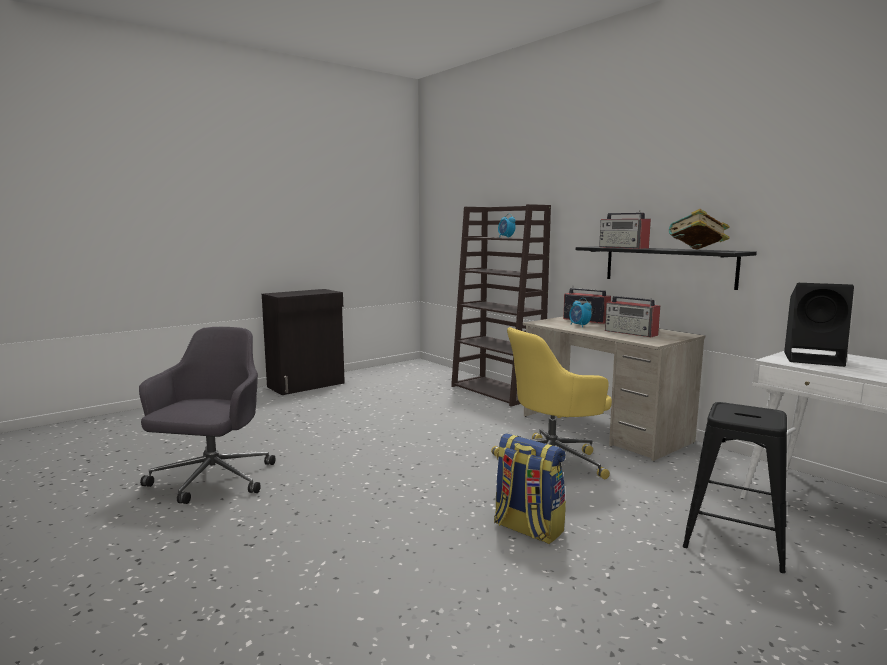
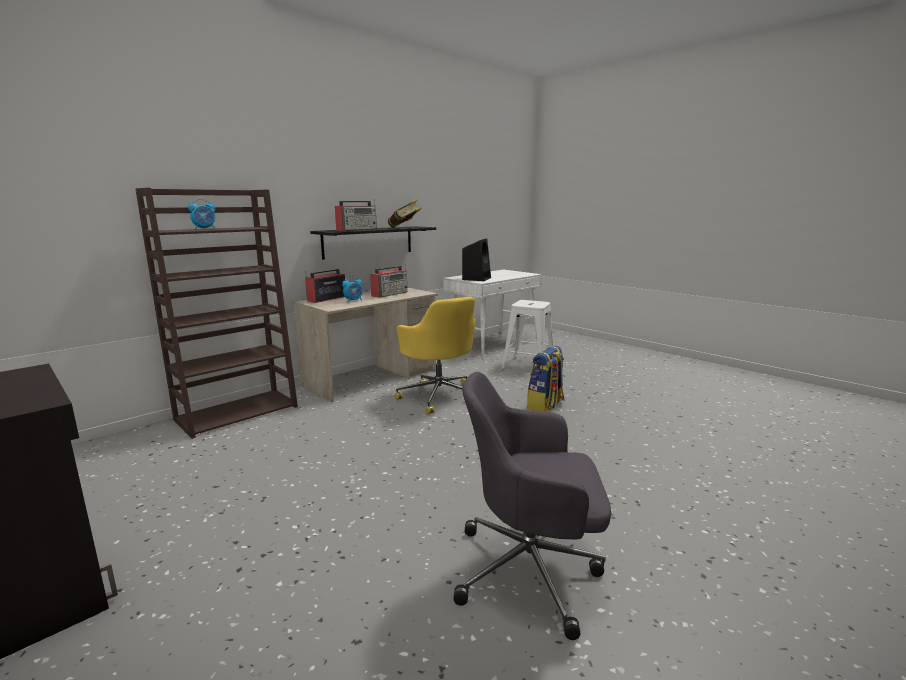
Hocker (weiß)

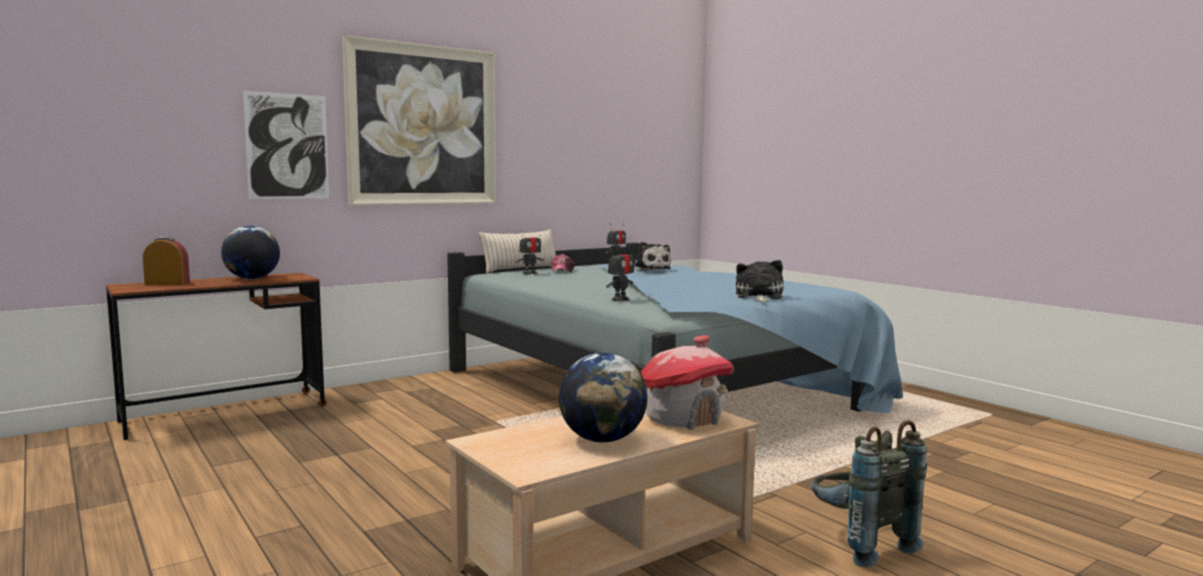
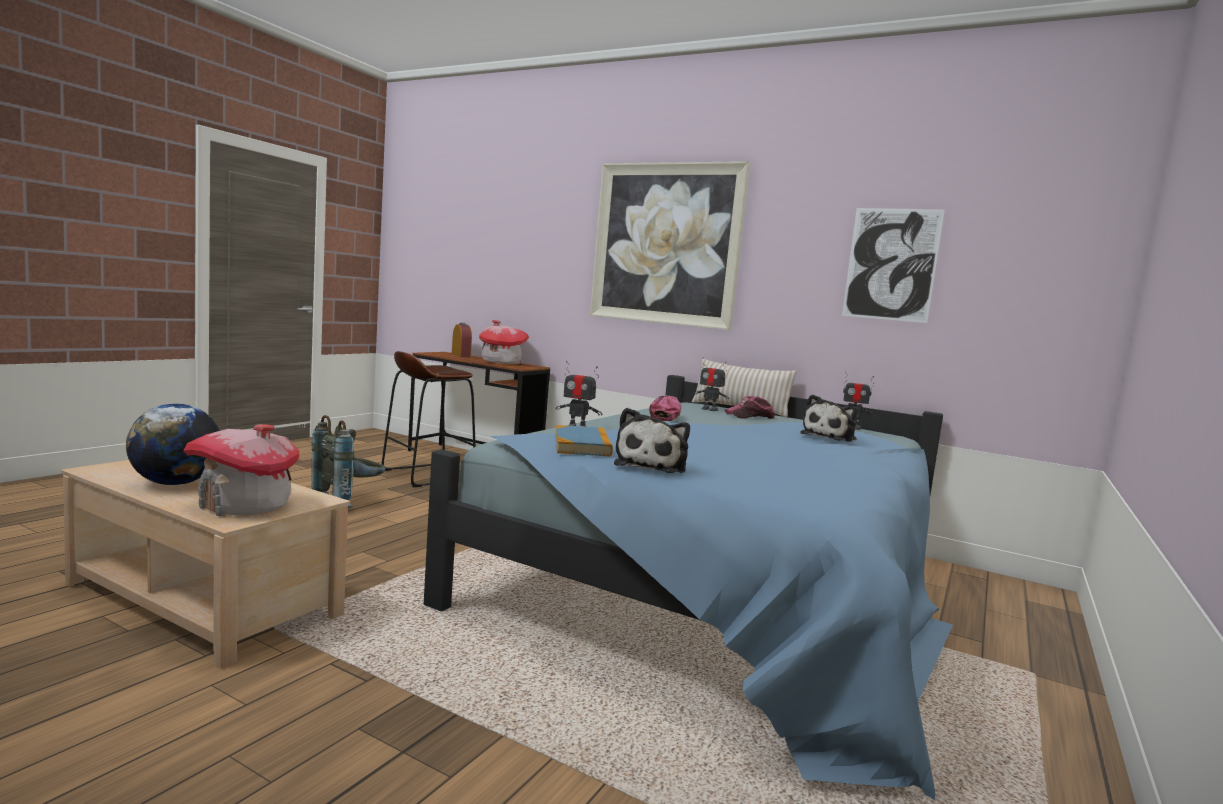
Bild (no. 2 from left)
Spielzeughaus (no. 2 from left)
Plüschtier (no. 1 from left)
Rucksack (grau)
Hocker (braun)
Kappe (no. 1 from left)
Buch

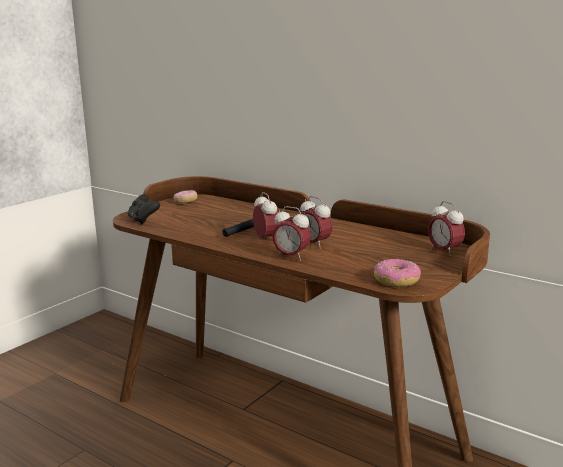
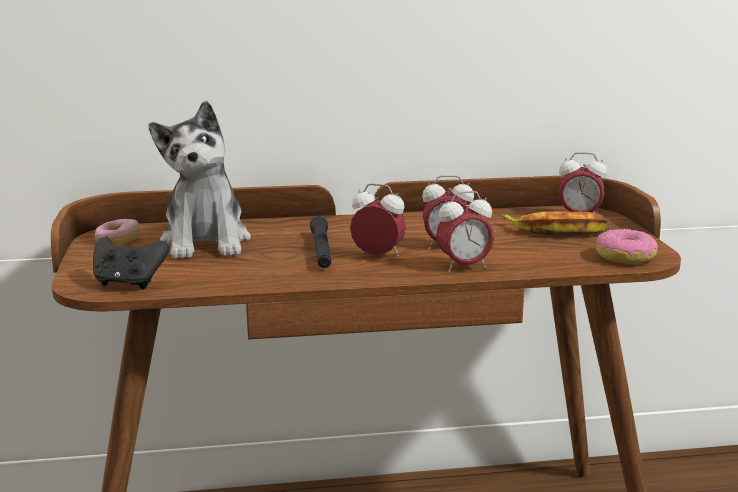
Plüschtier
Banane

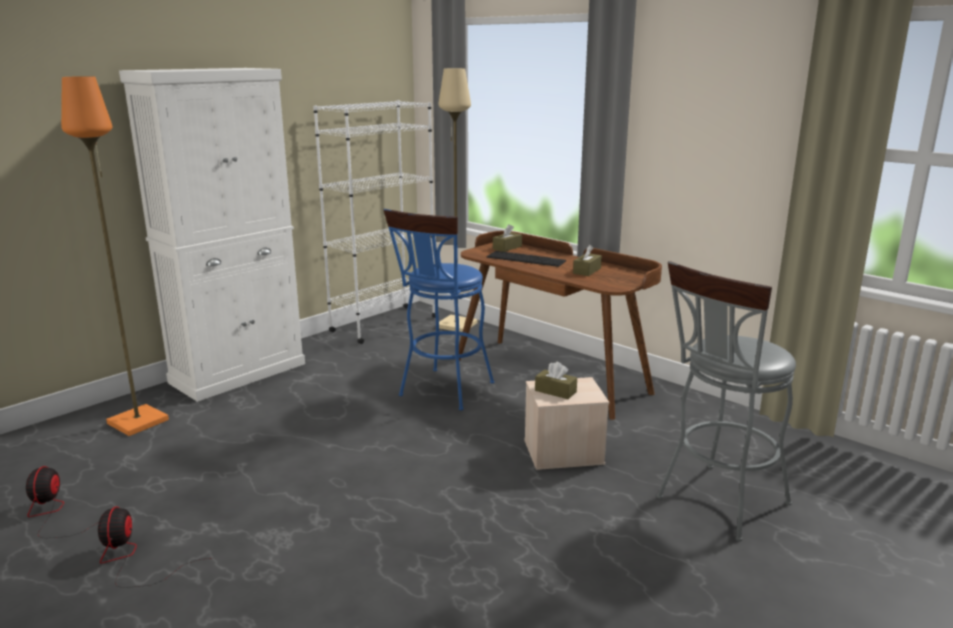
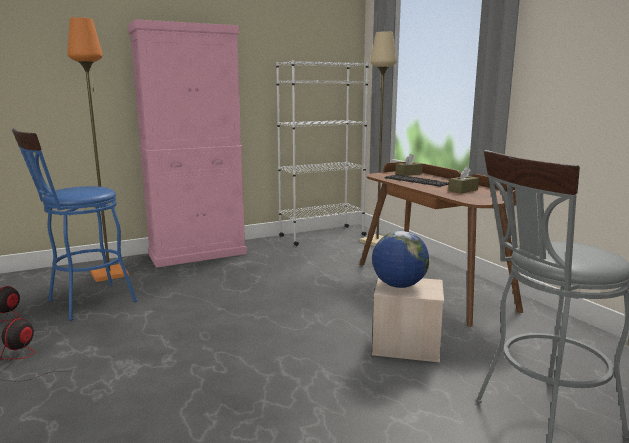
Schrank (rosa)
Hocker (blau)
Globus

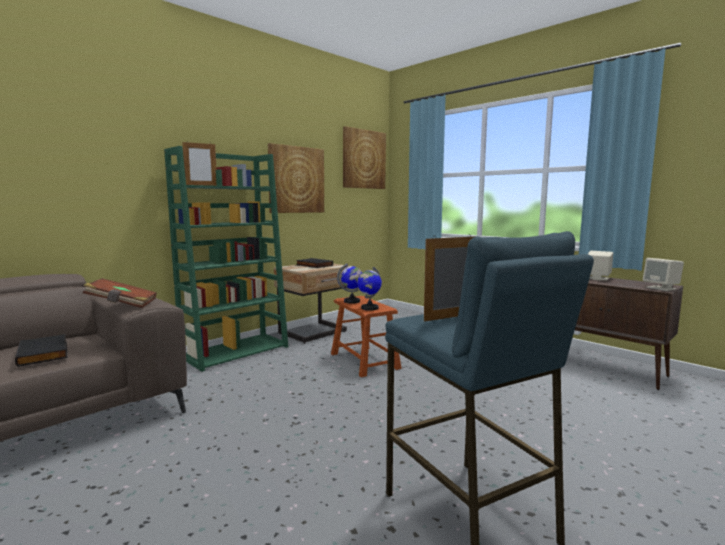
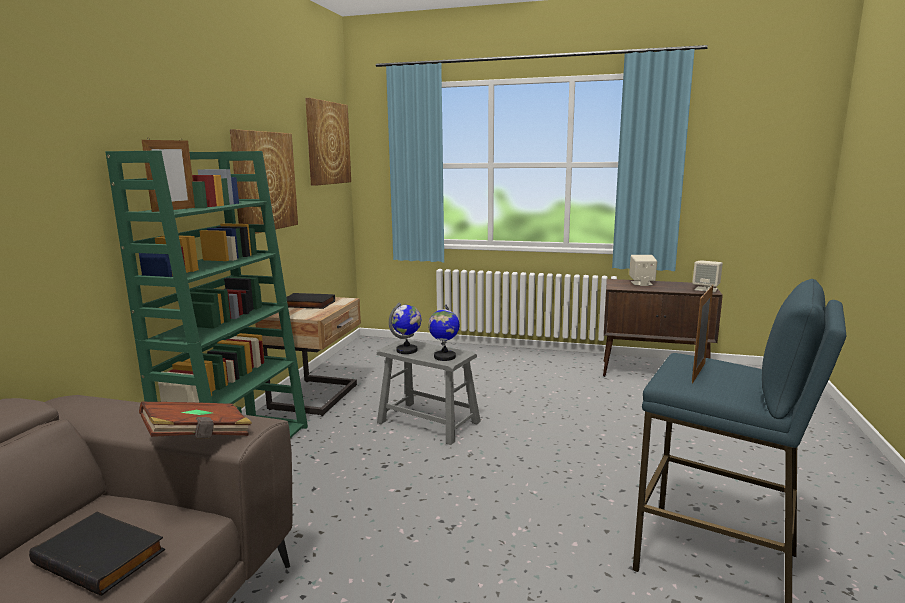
Hocker (grau)

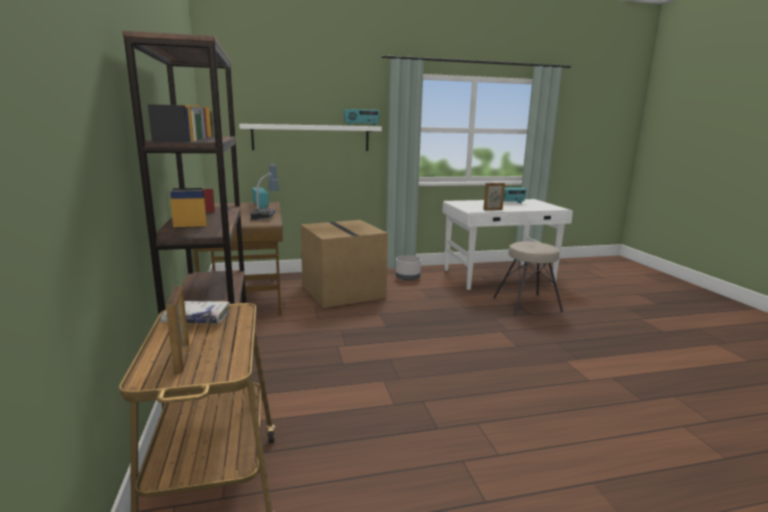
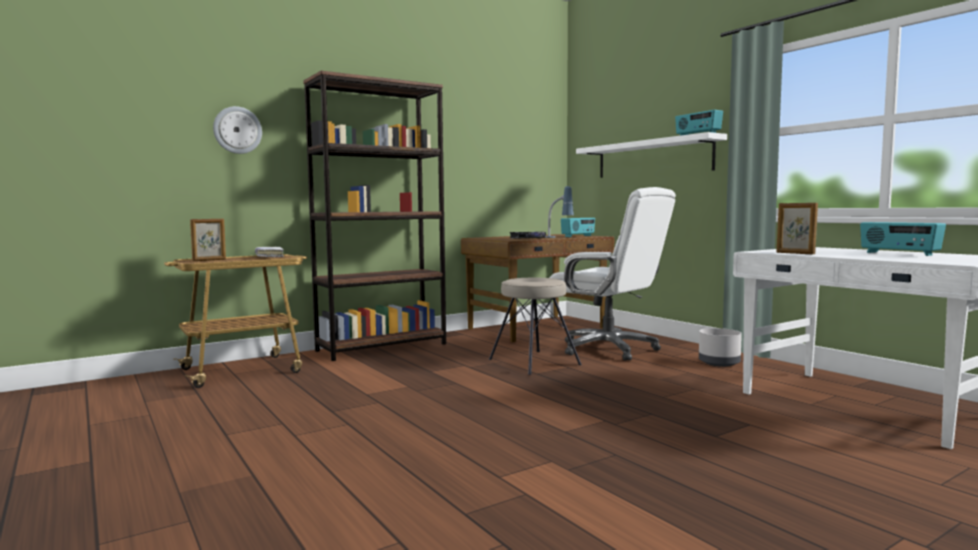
Bürostuhl (weiß)
Hocker (beige)
Wanduhr

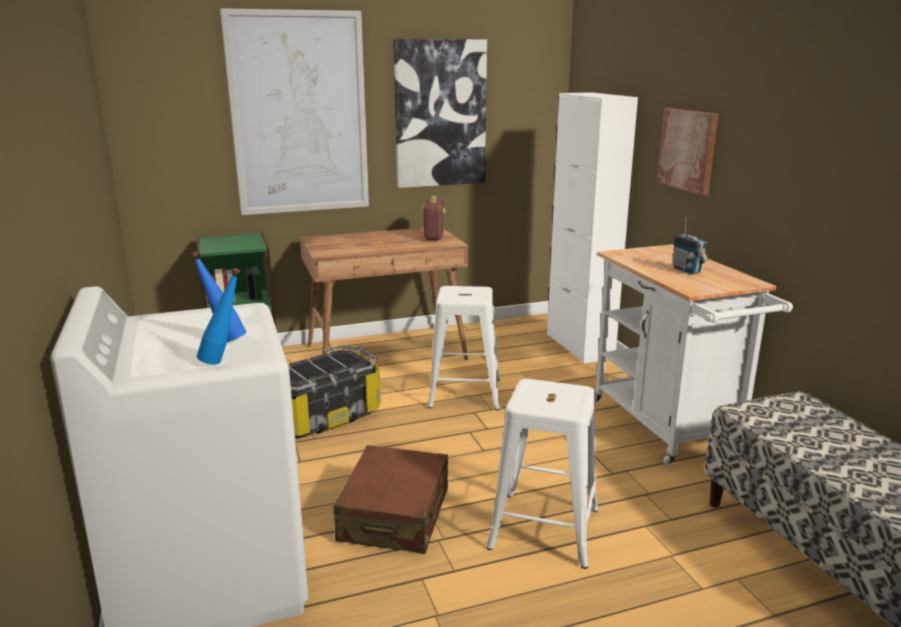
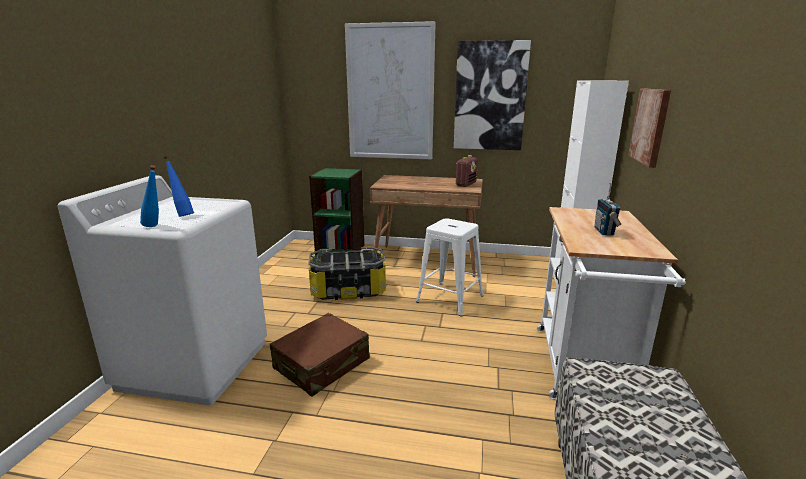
Hocker (weiß) (no. 2 from left in the first image)

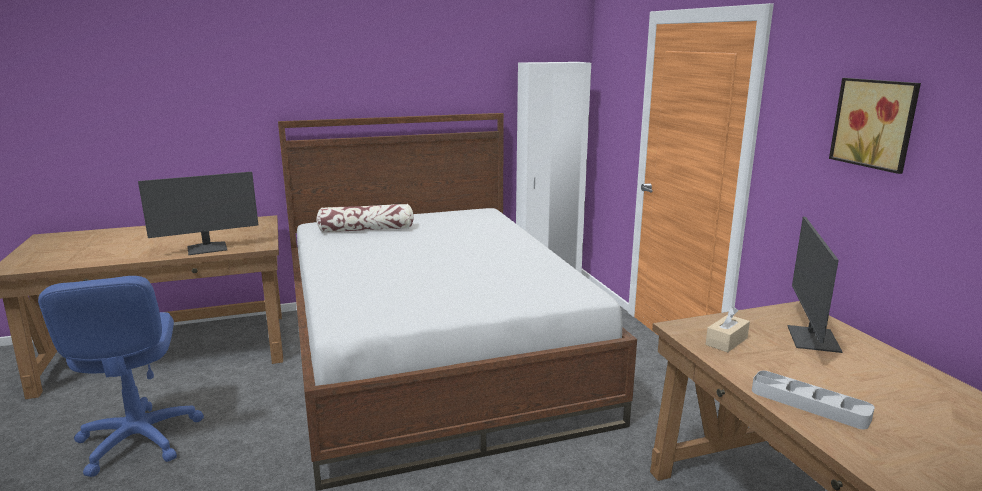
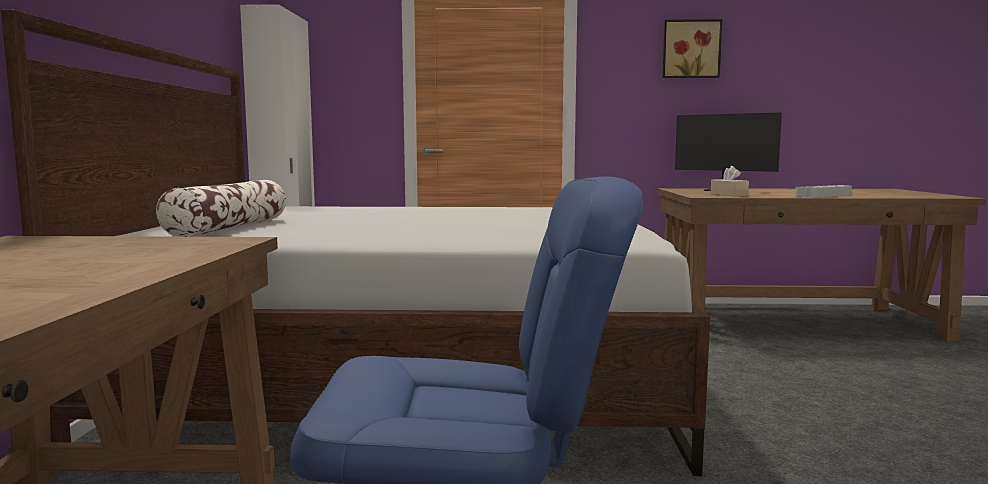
Monitor (no. 1 from left in the first image)

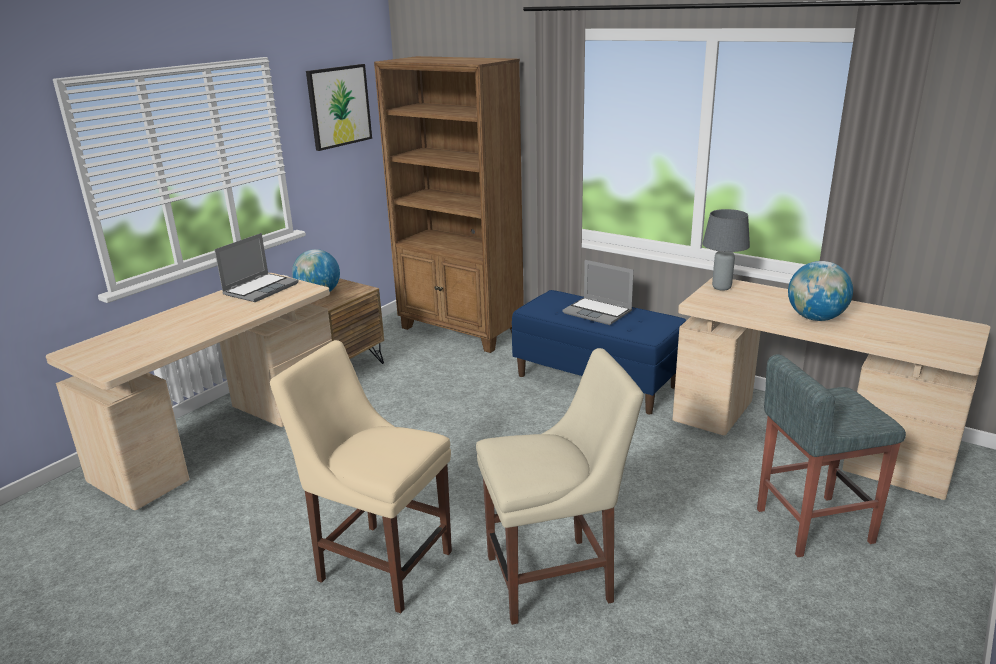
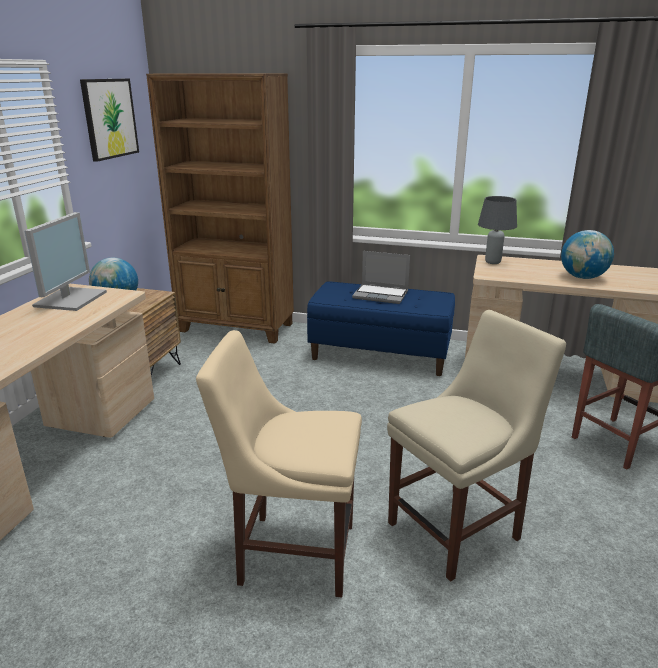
Monitor

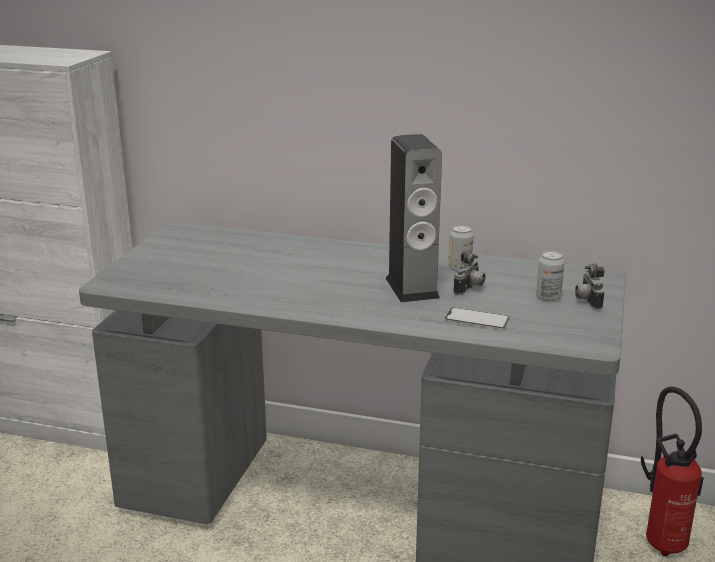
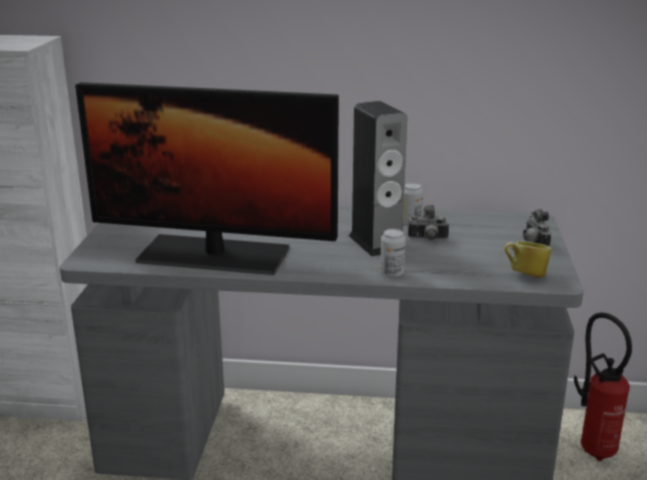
Dose (no. 1 from left)
Kamera (no. 1 from left)
Handy
Monitor
Henkelbecher

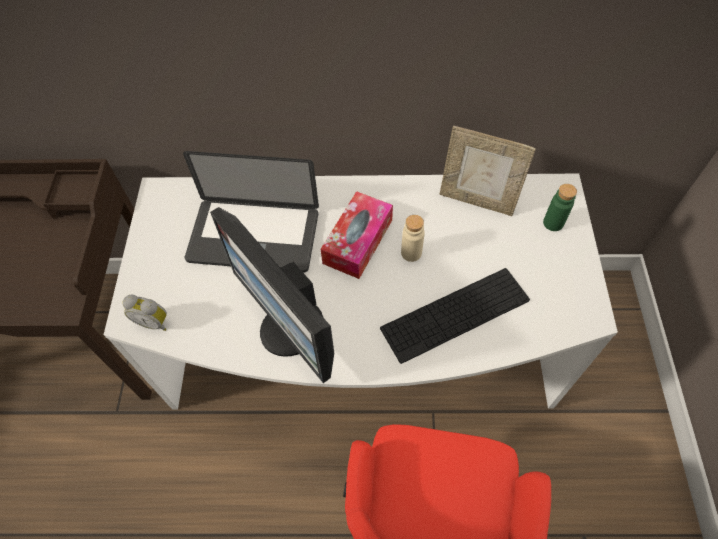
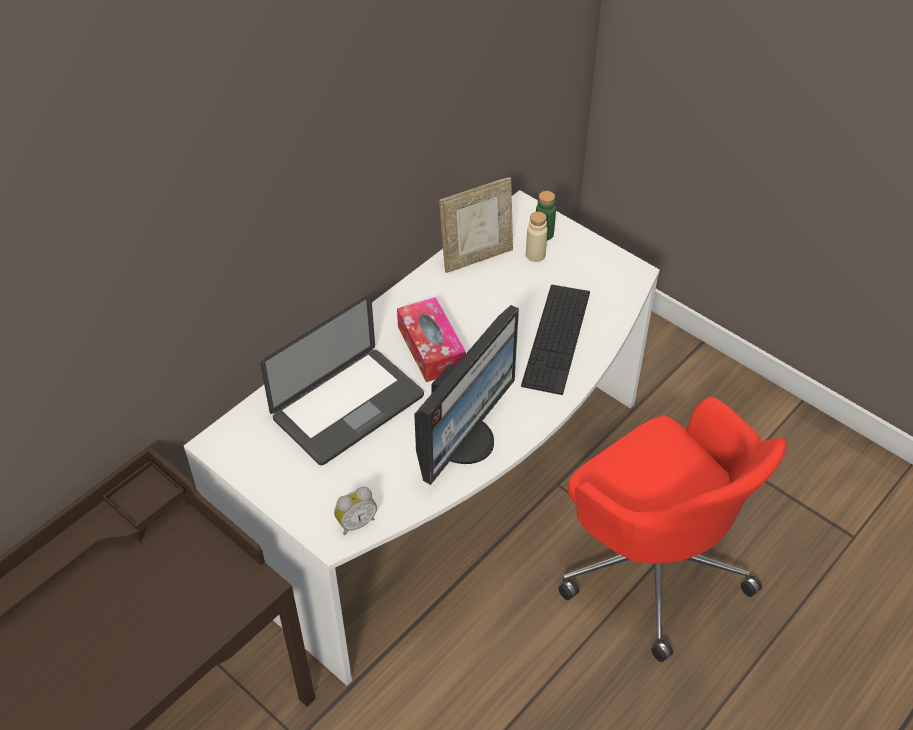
Monitor
Flasche (beige)

